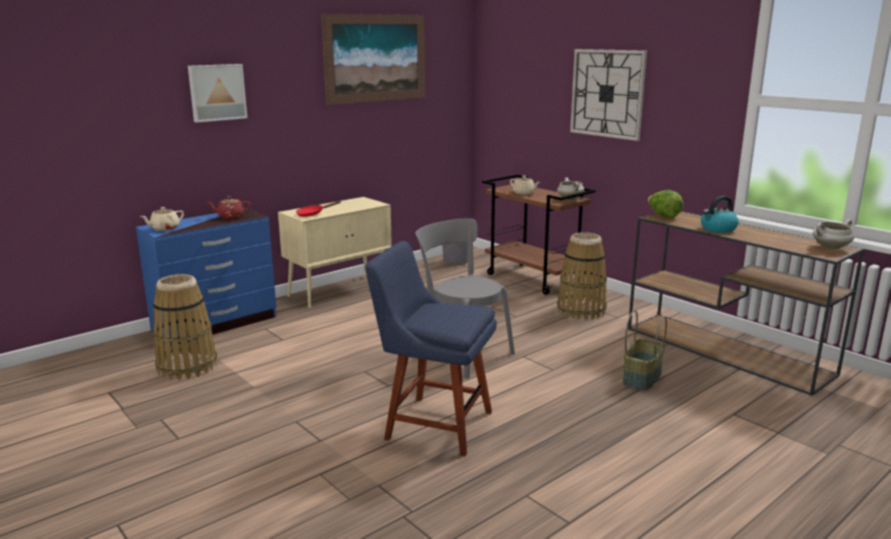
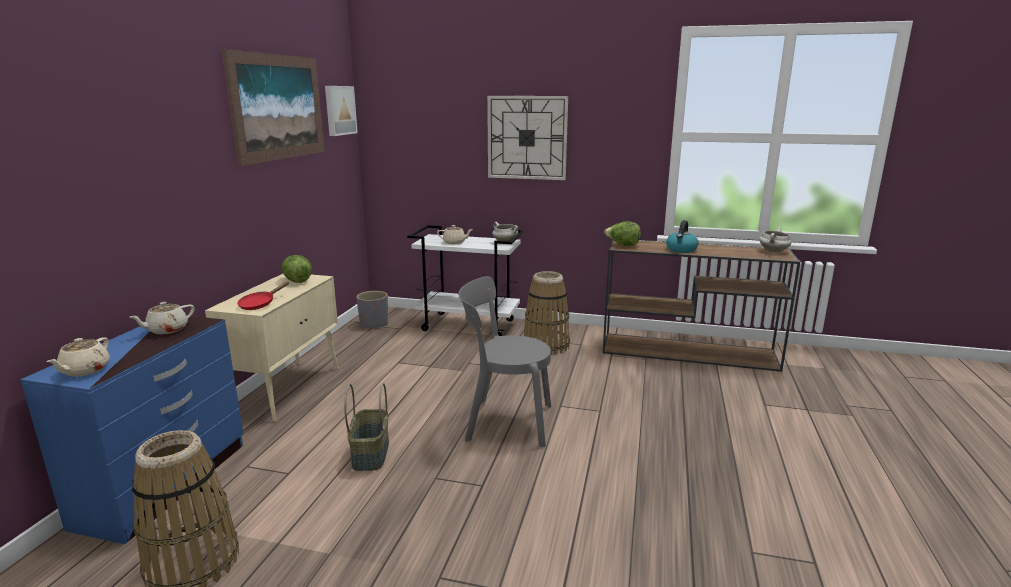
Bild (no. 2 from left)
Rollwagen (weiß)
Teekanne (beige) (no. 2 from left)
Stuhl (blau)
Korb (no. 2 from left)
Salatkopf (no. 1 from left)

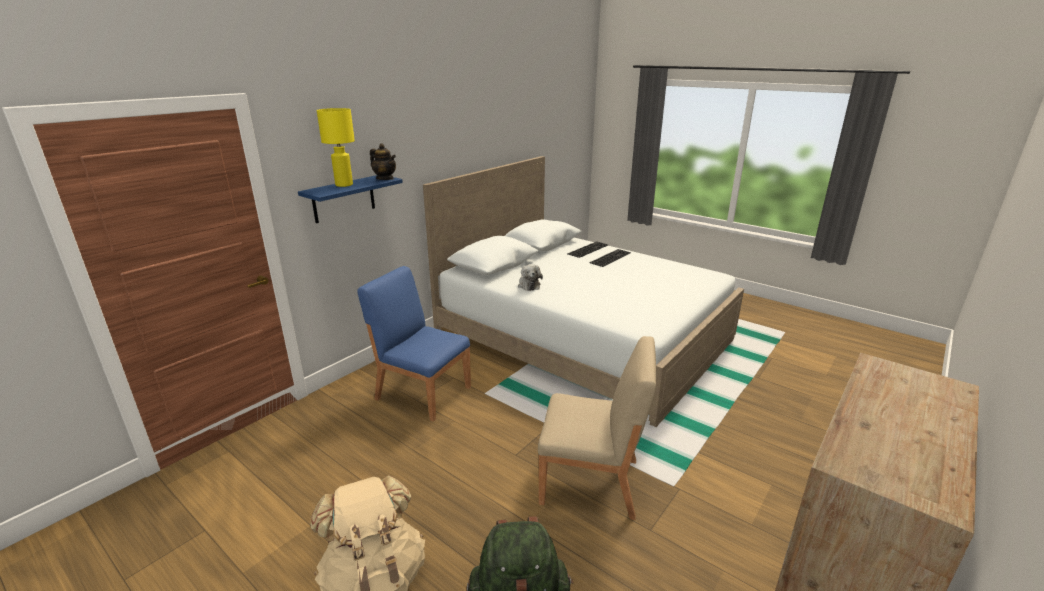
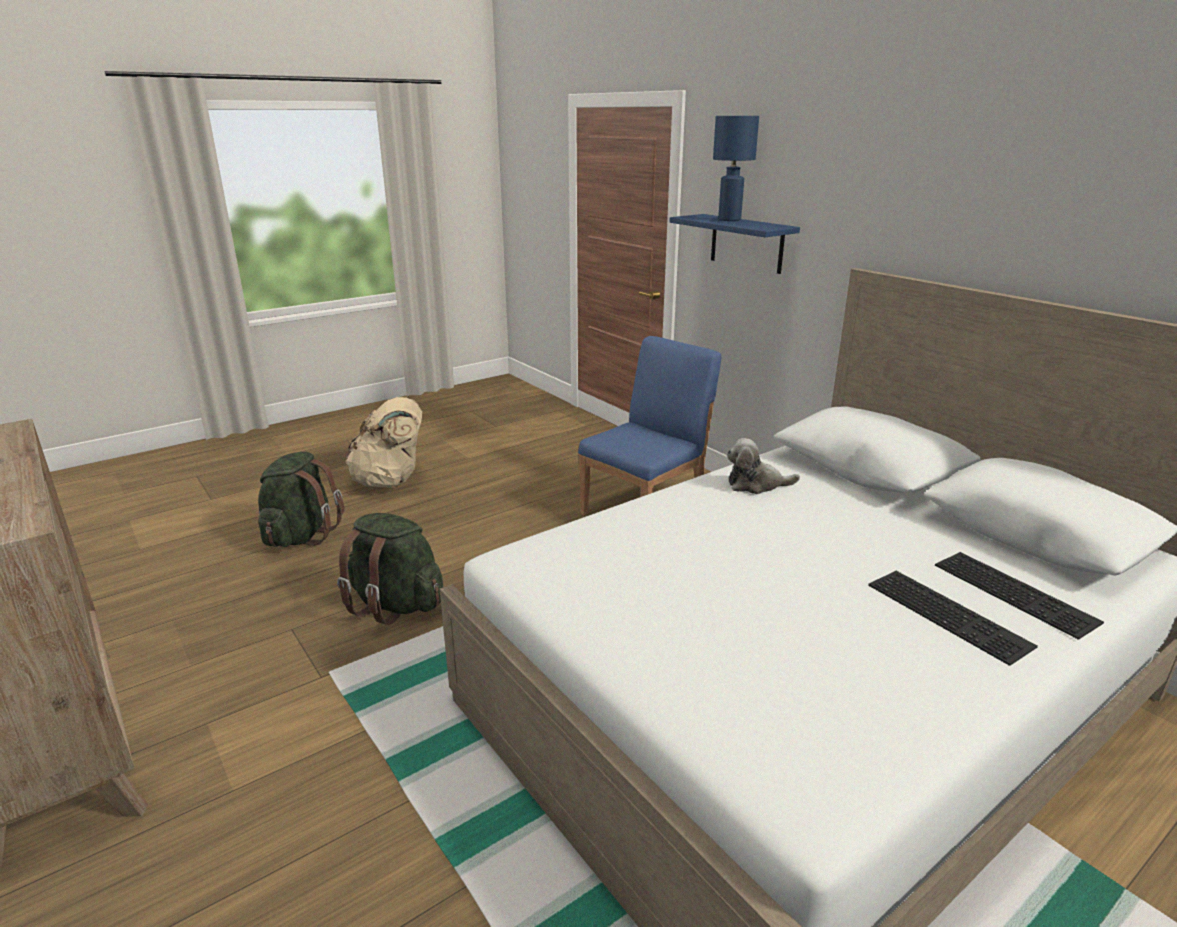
Tischlampe (blau)
Teekanne
Rucksack (grün) (no. 2 from left)

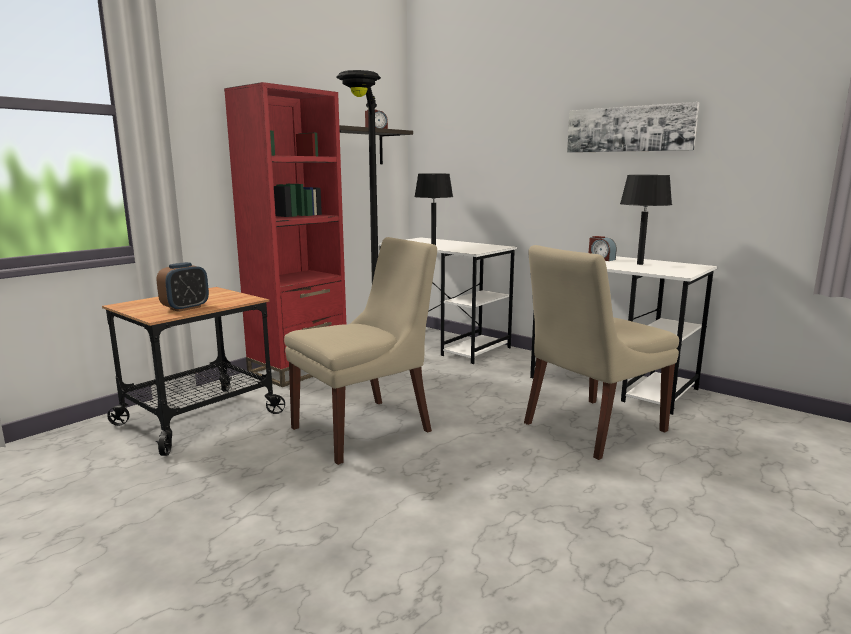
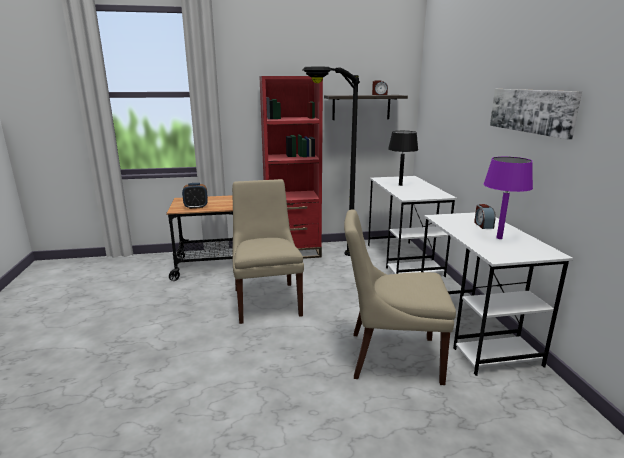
Tischlampe (lila)
Stuhl (beige) (no. 1 from left)

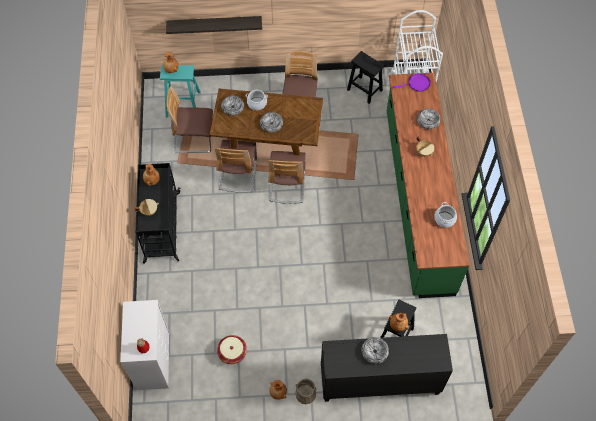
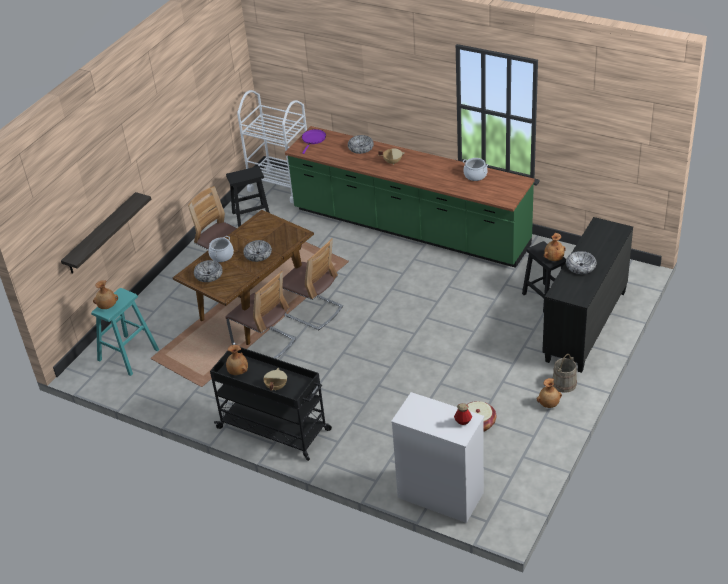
Stuhl (no. 1 from left in the first image)

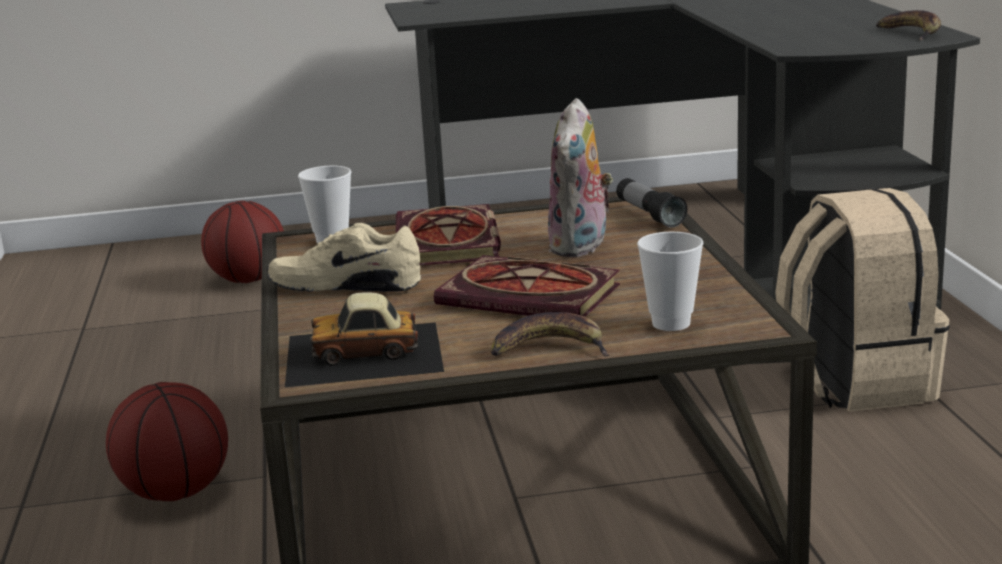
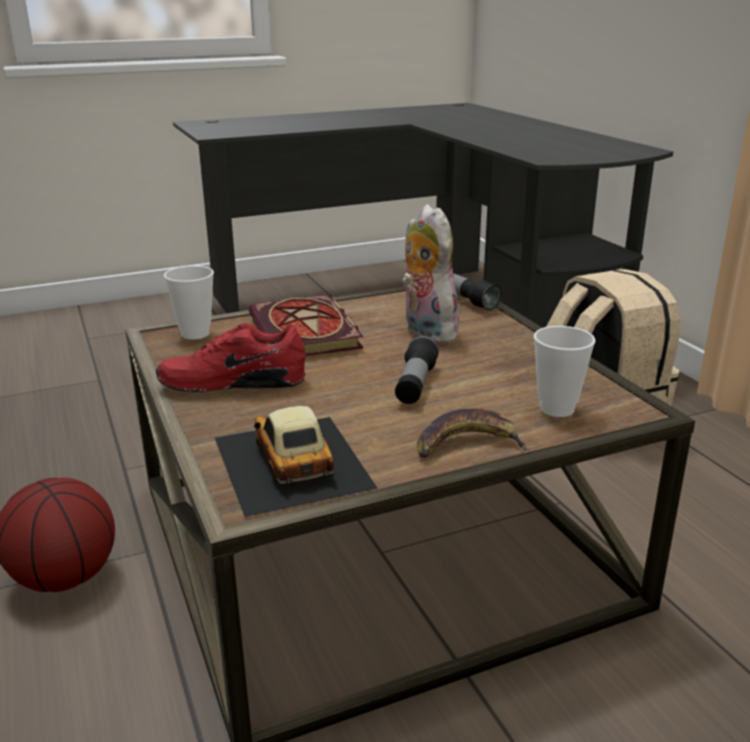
Banane (no. 2 from left in the first image)
Plüschtier
Basketball (no. 2 from left in the first image)
Schuh (rot)
Taschenlampe (no. 1 from left)
Spielzeugauto

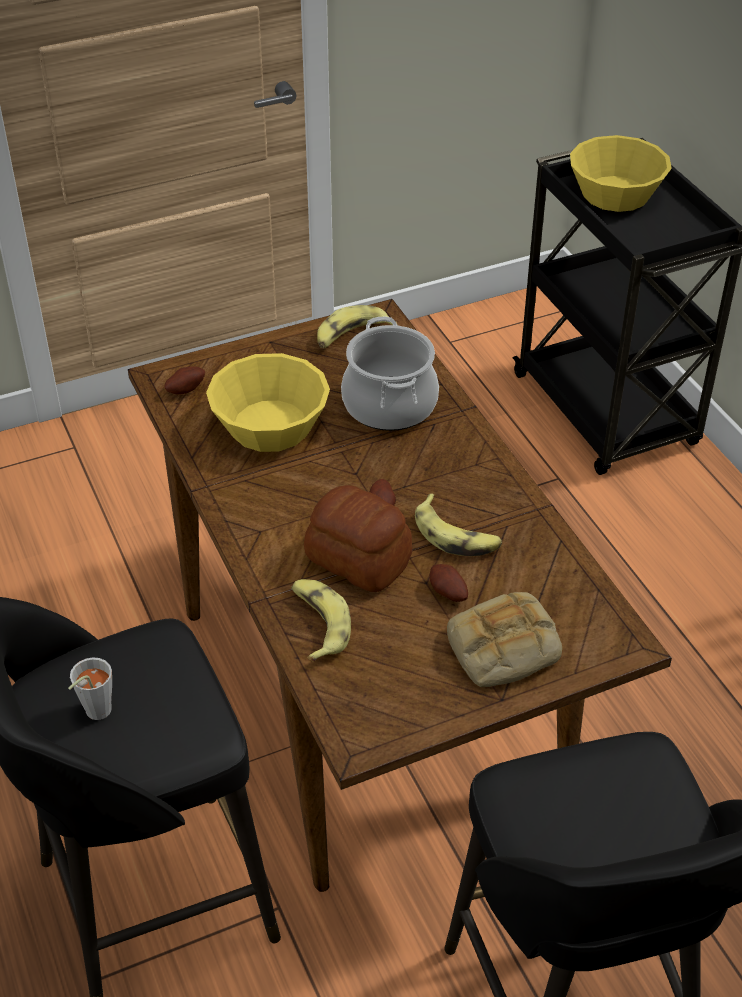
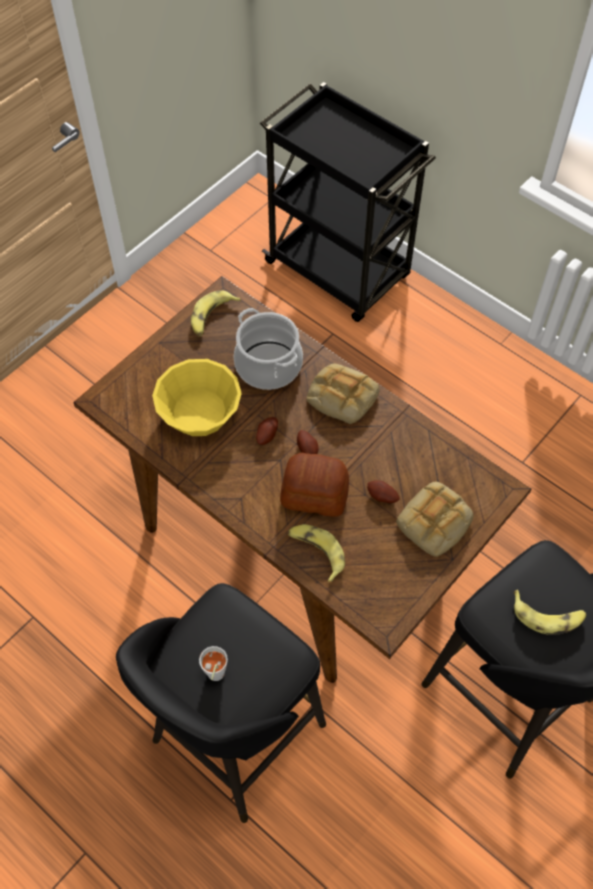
Schüssel (gelb) (no. 2 from left in the first image)
Kartoffel (no. 1 from left)
Banane (no. 3 from left)
Brot (no. 2 from left)

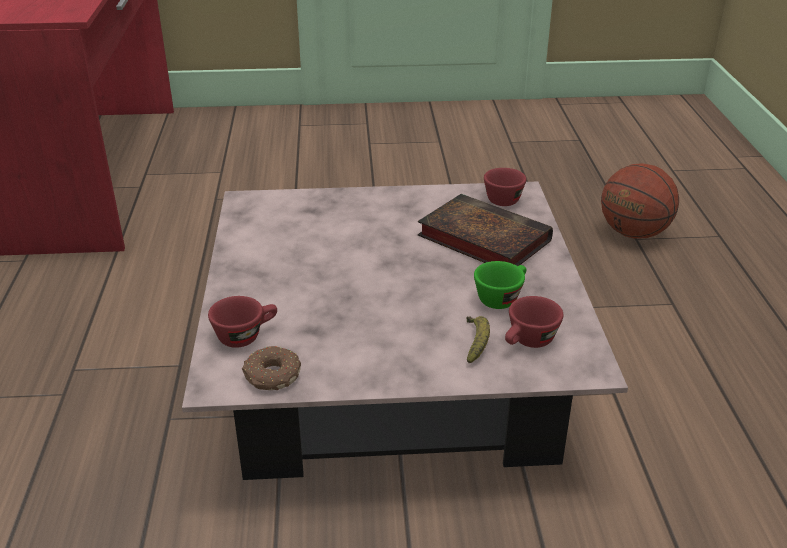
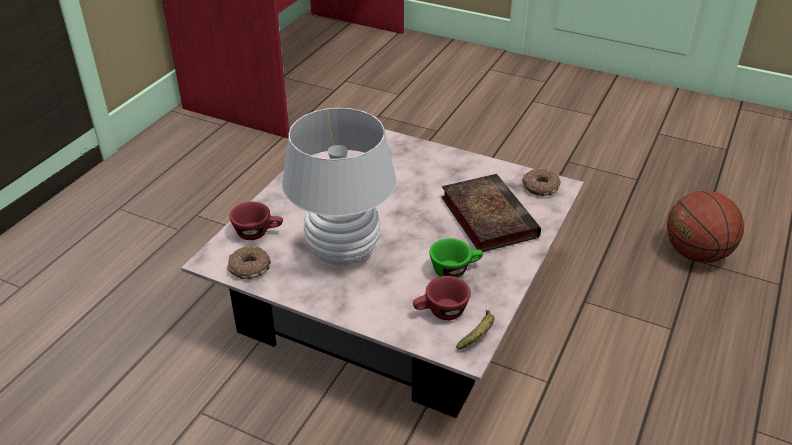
Donut (no. 2 from left)
Banane
Tischlampe (weiß)

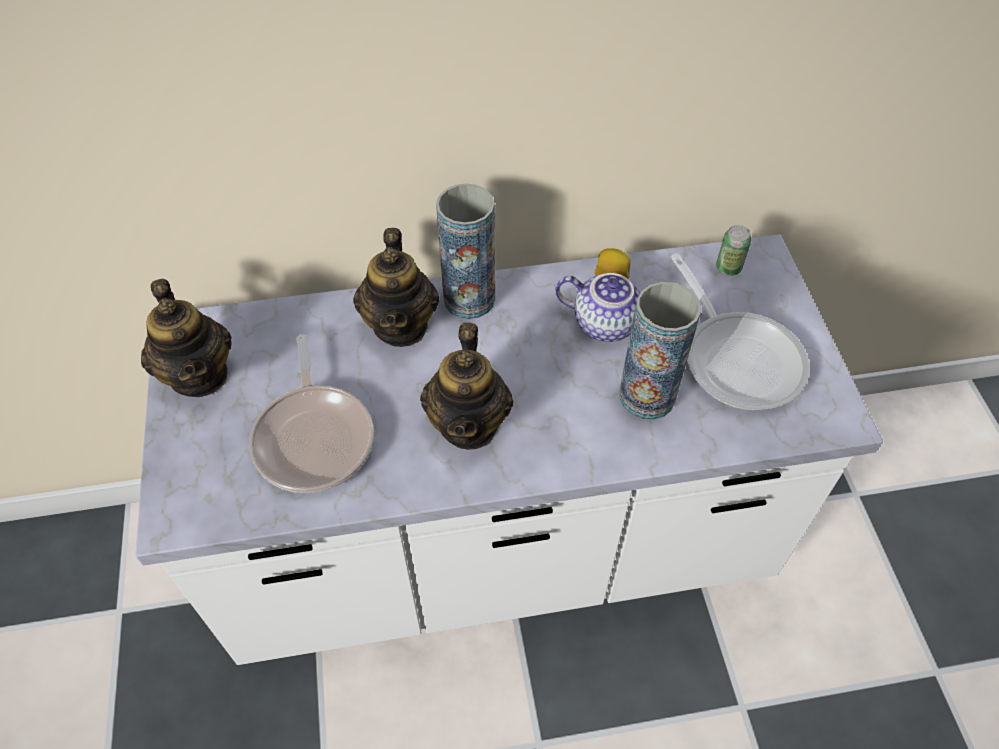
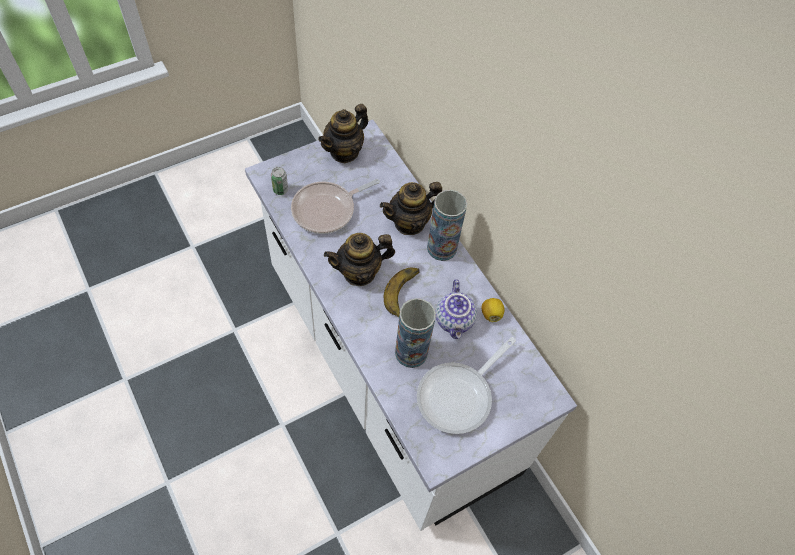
Dose
Banane

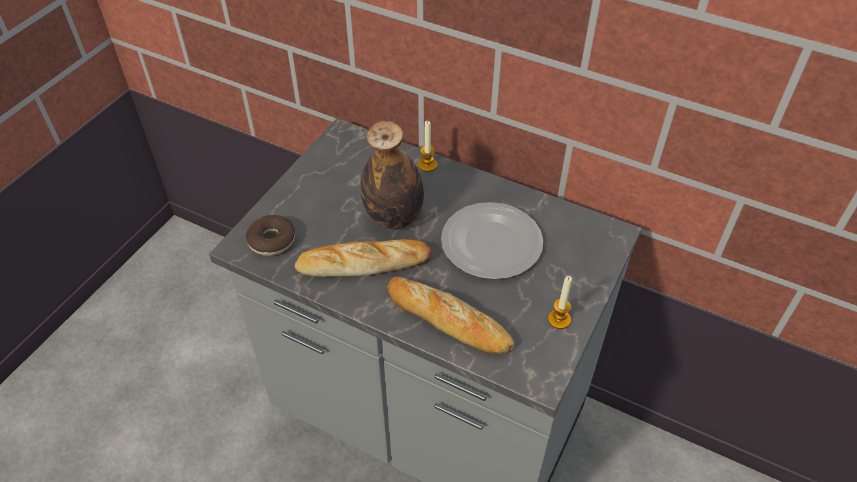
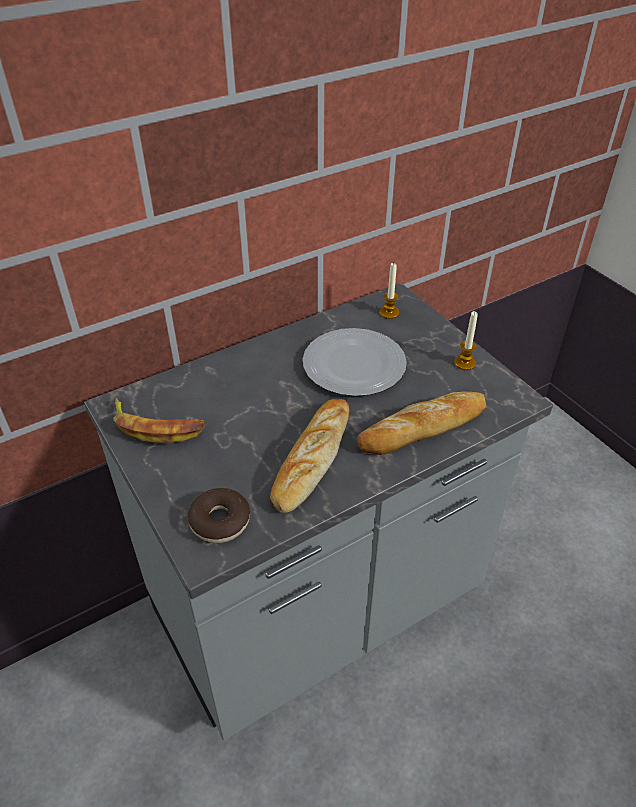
Flasche
Kerze (no. 1 from left)
Banane

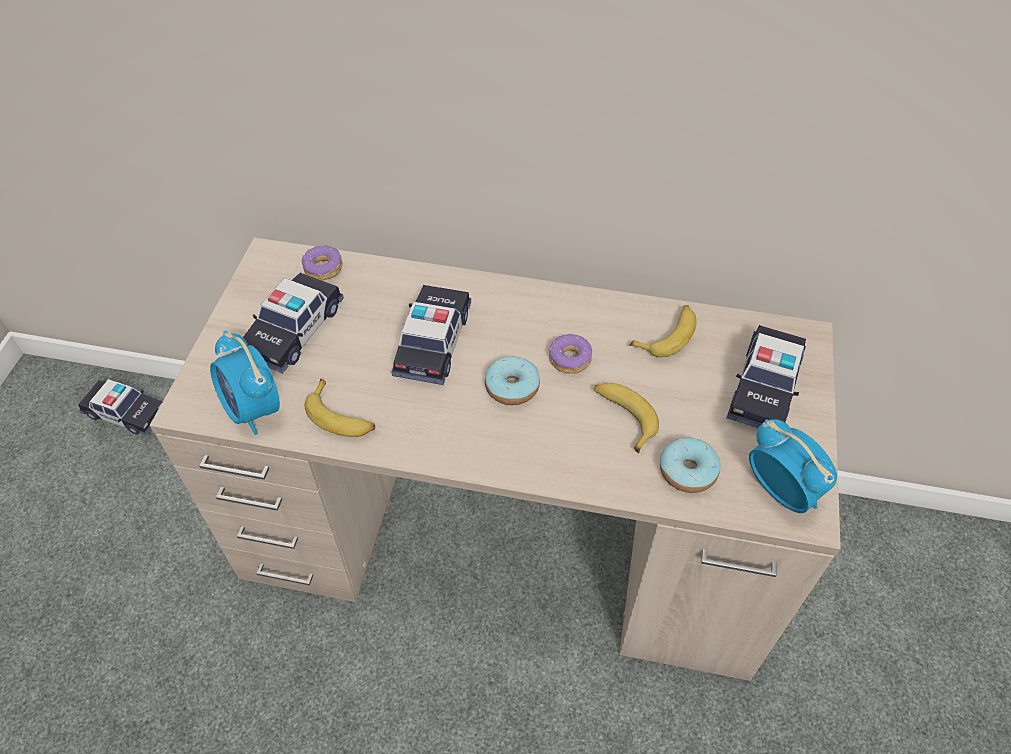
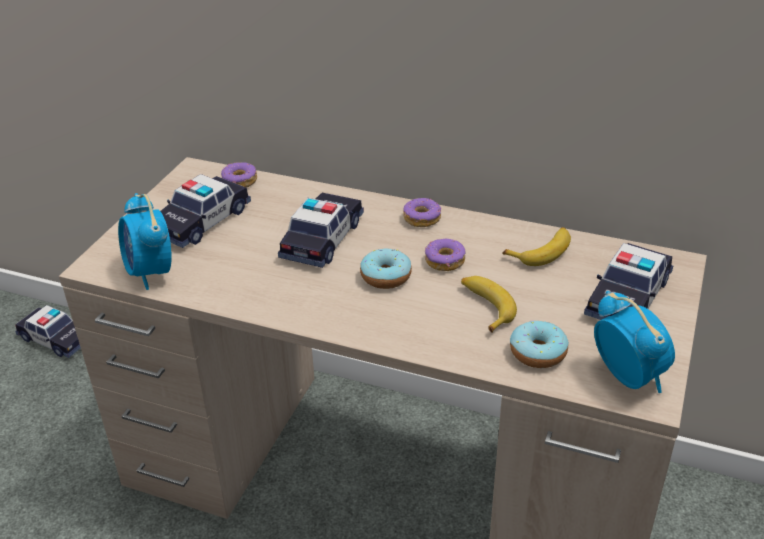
Banane (no. 1 from left in the first image)
Donut (no. 3 from left)

